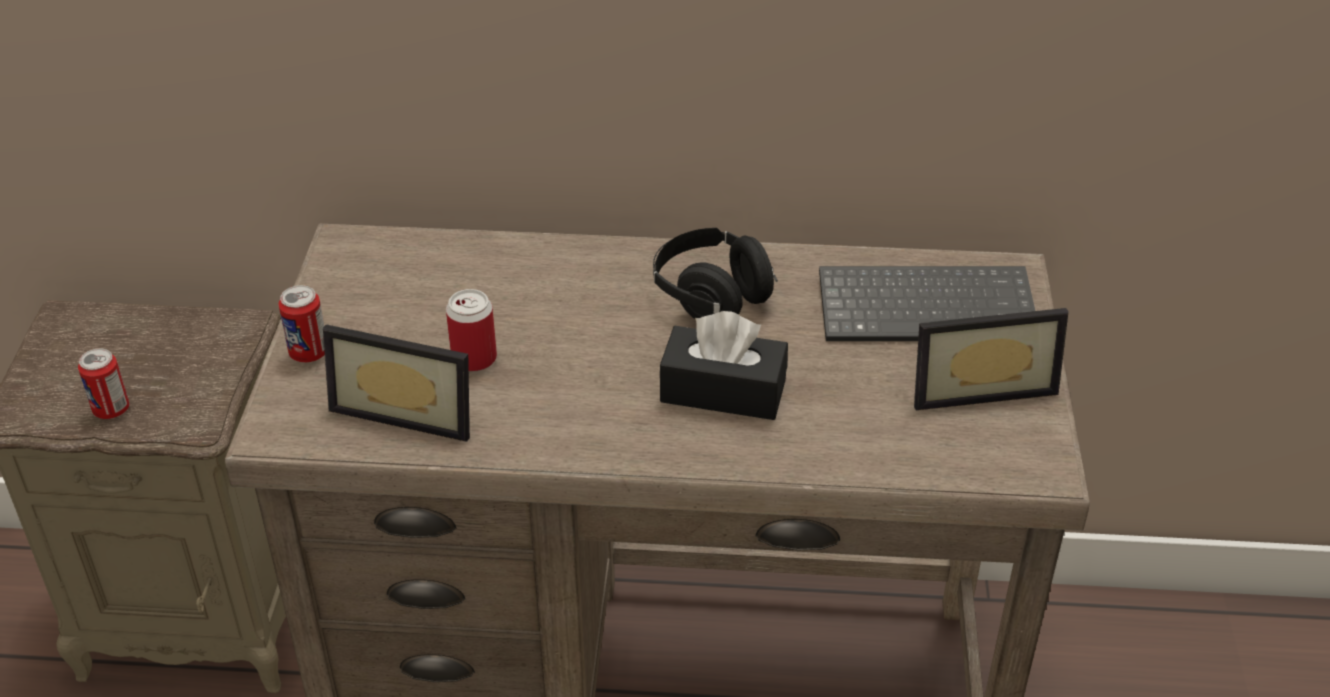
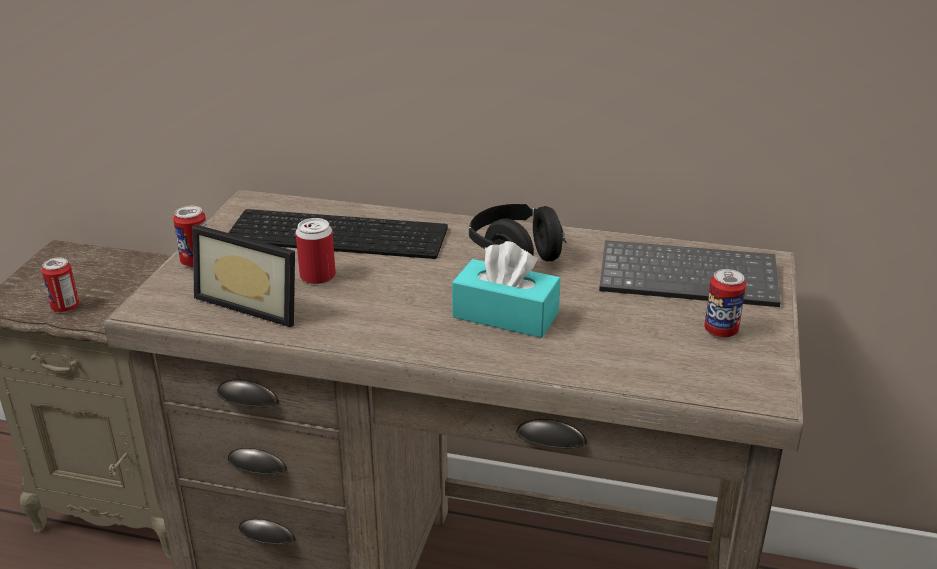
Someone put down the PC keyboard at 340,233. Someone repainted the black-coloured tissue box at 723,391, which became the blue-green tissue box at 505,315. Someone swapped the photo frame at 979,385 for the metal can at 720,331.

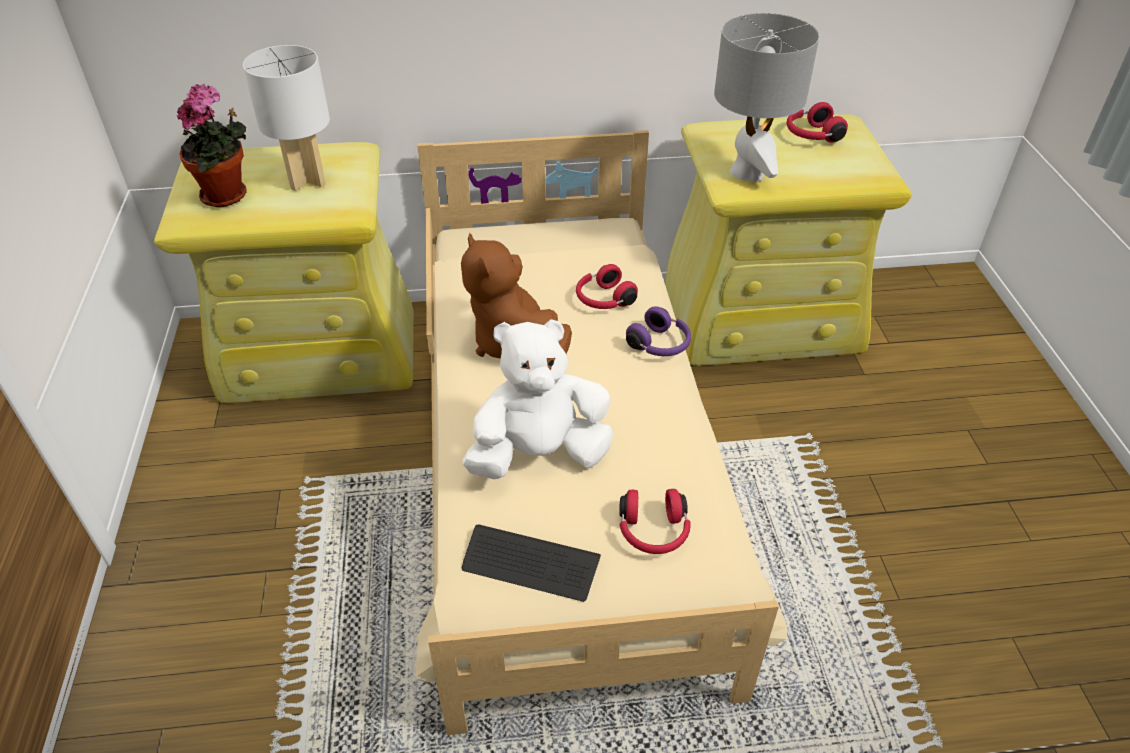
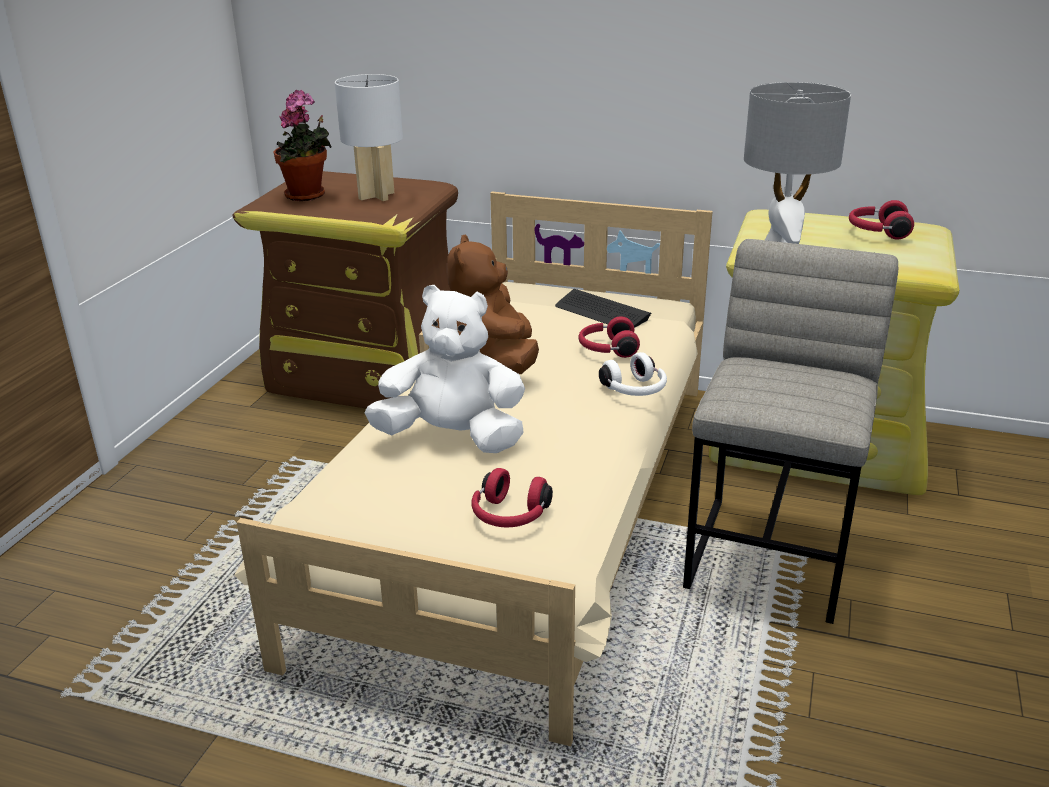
Someone repainted the yellow-coloured bedside table at 321,355, which became the brown bedside table at 371,378. Someone carried the PC keyboard from 530,564 to 601,312. Someone repainted the purple-coloured headphones at 660,345, which became the white headphones at 635,390. Someone put down the greyish chair at 770,554.

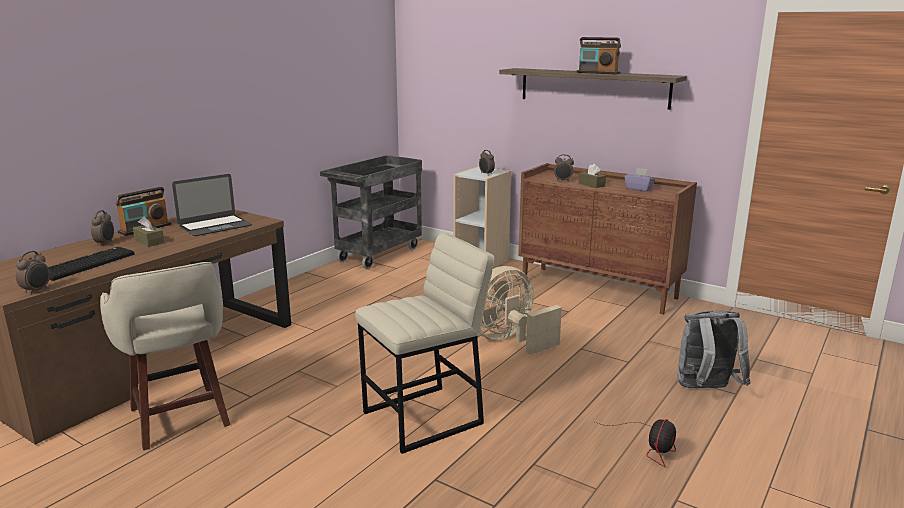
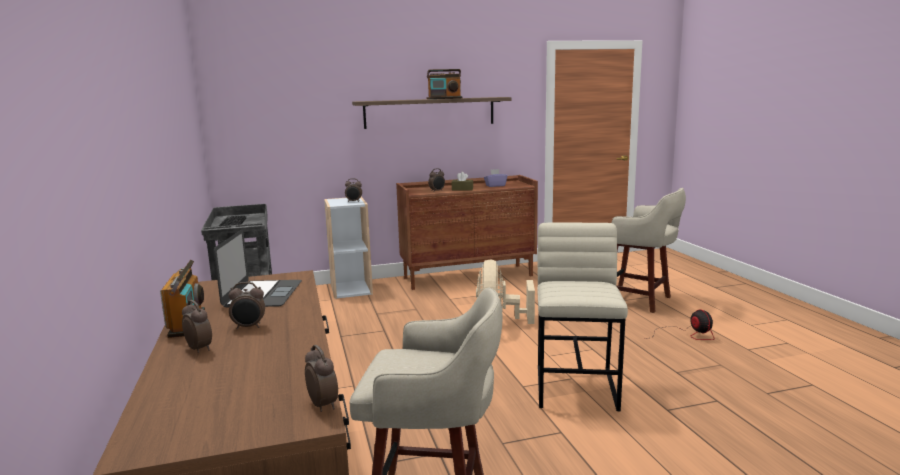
Someone swapped the brown tissue box at 149,241 for the bedside clock at 249,327. Someone swapped the greyish knapsack at 706,389 for the beige-coloured stool at 638,300. Someone took away the PC keyboard at 87,264.

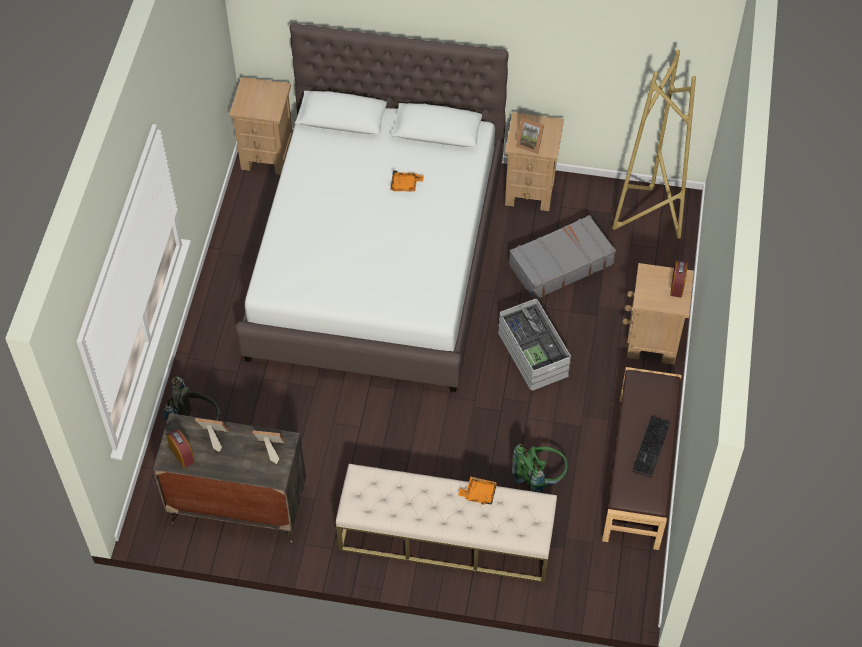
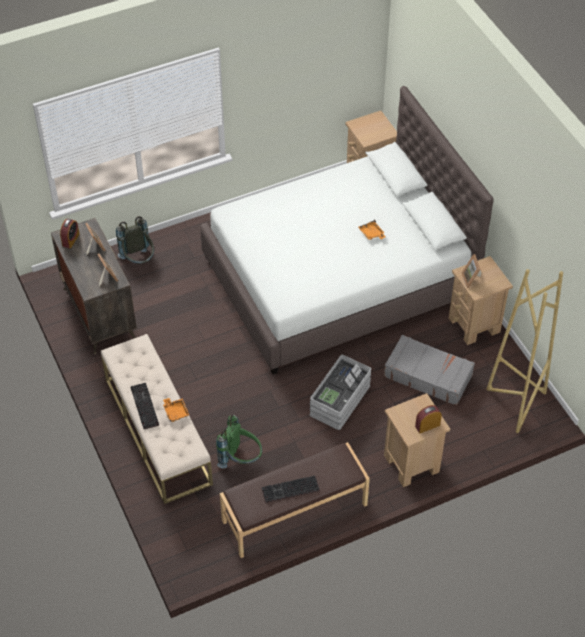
Someone put down the PC keyboard at 143,406.

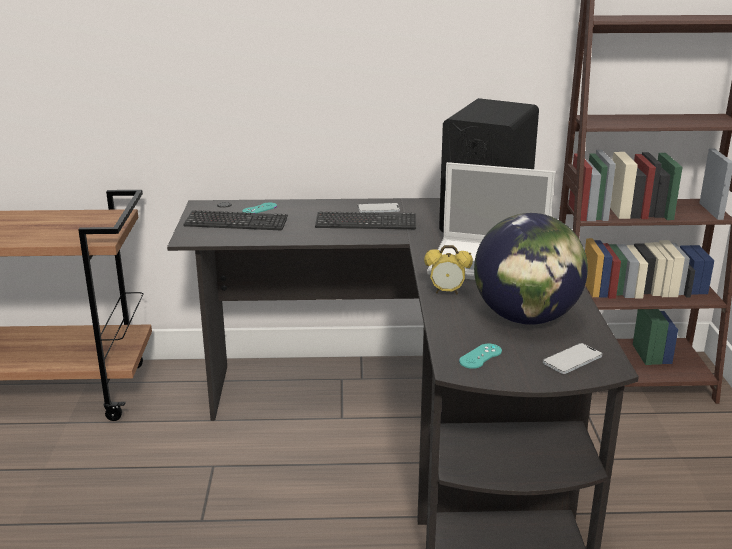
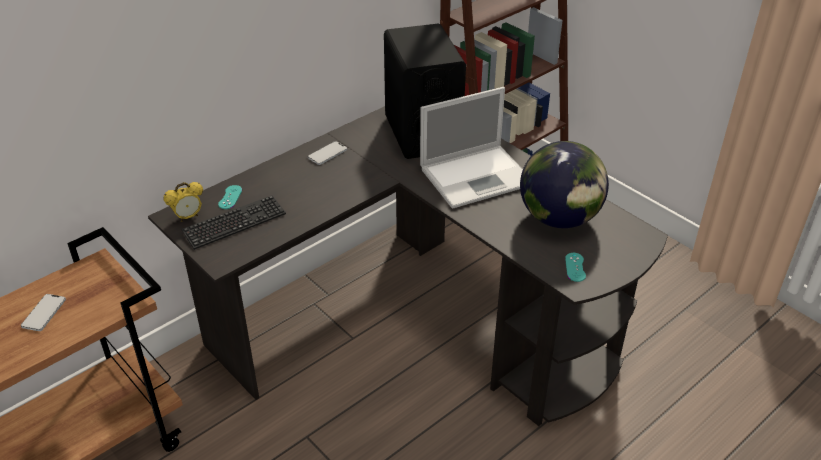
Someone carried the telephone from 572,360 to 44,313. Someone carried the bedside clock from 447,292 to 188,217. Someone took away the PC keyboard at 366,223.

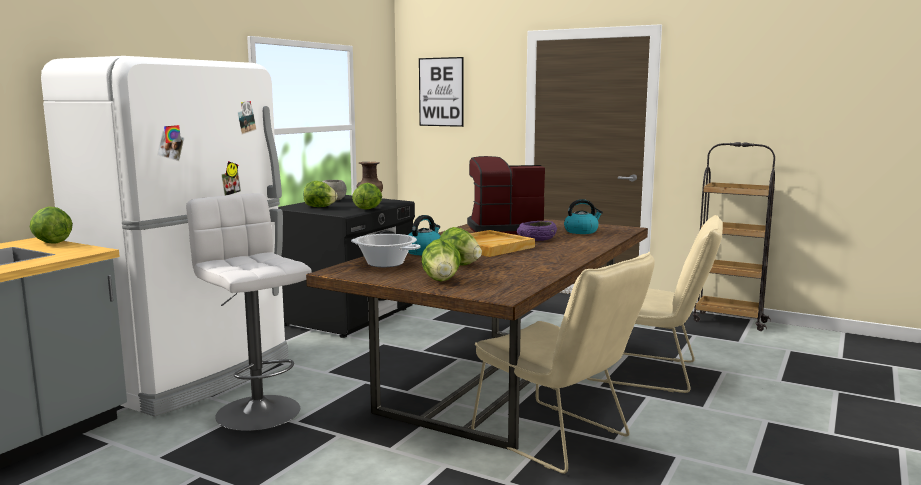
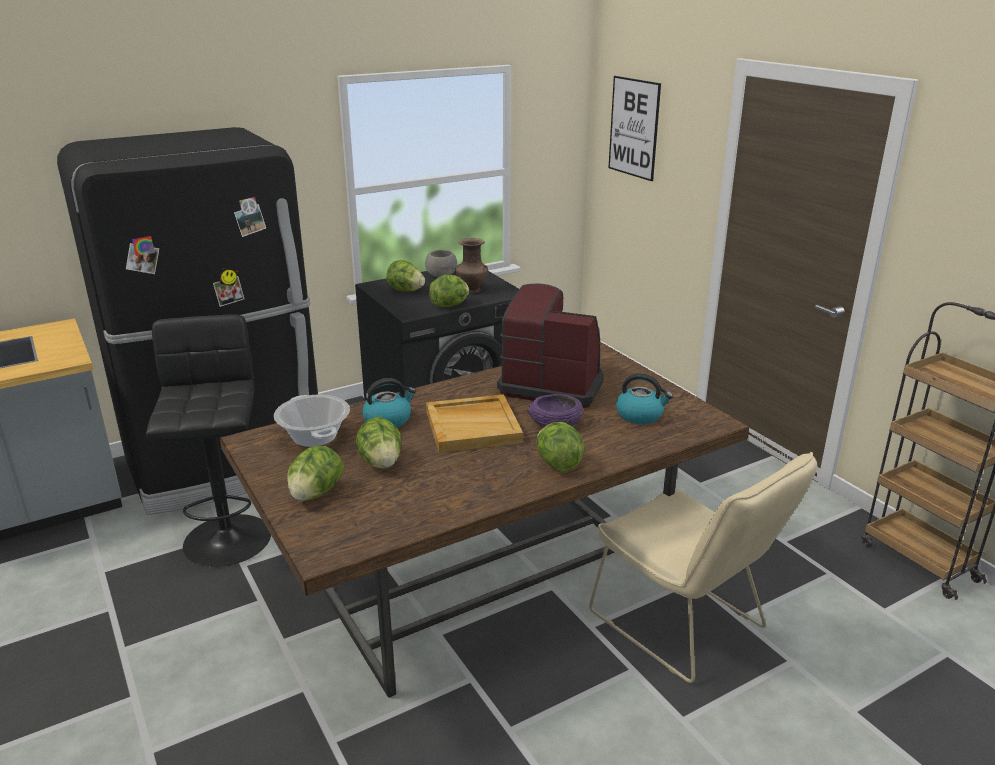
Someone repainted the white kitchen fridge at 192,374, which became the black-coloured kitchen fridge at 228,464. Someone repainted the white stool at 259,412, which became the black-coloured stool at 228,539. Someone carried the head of lettuce from 51,243 to 558,464. Someone took away the beige-coloured chair at 558,439.

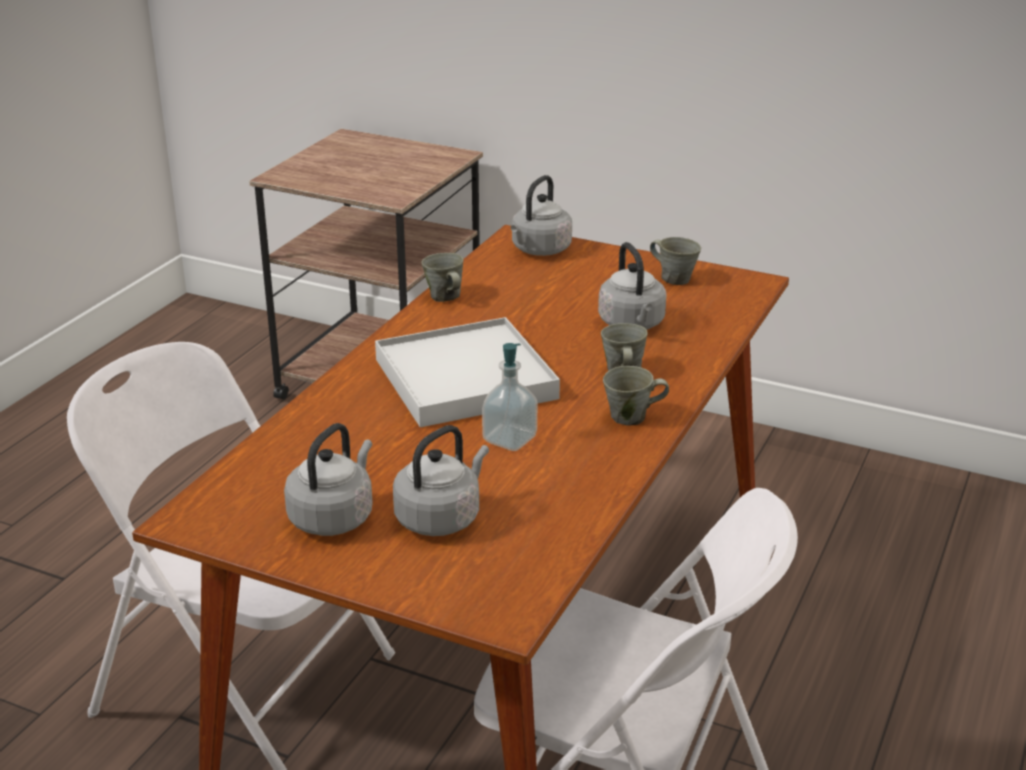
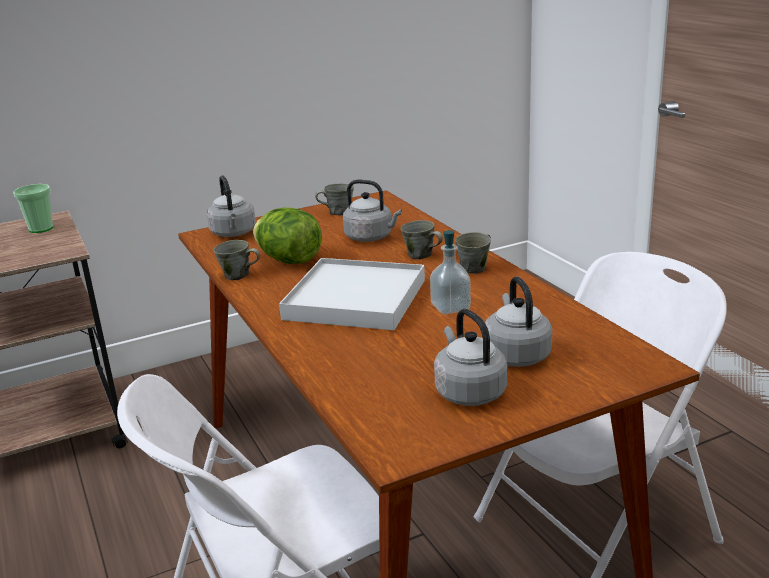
Someone put down the drinking cup at 41,229. Someone put down the head of lettuce at 289,260.

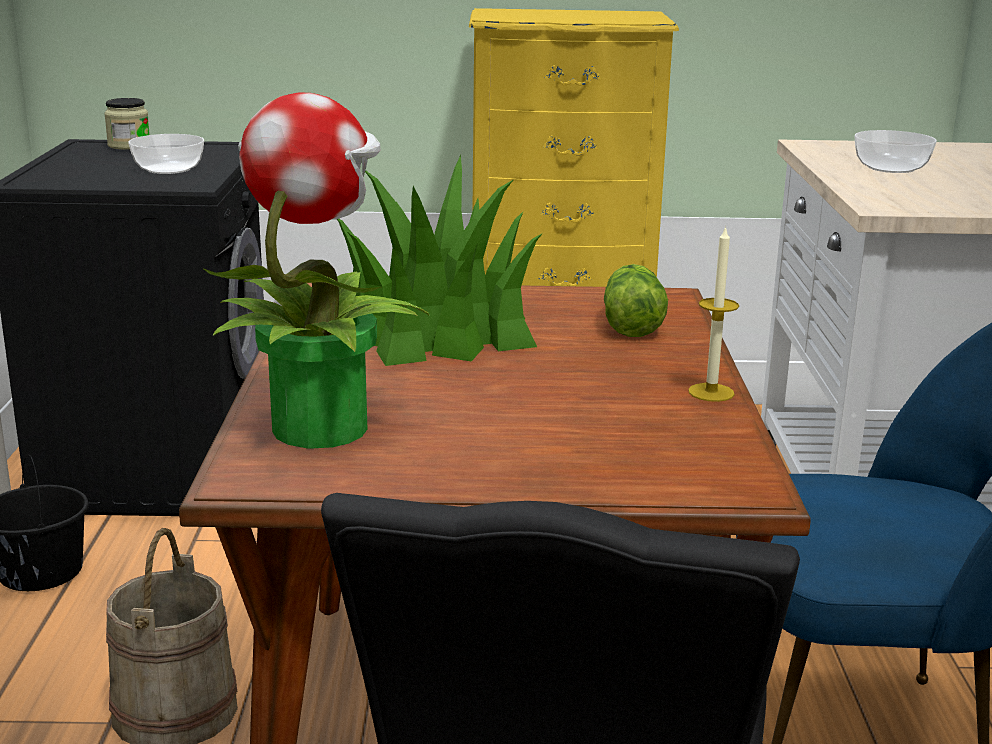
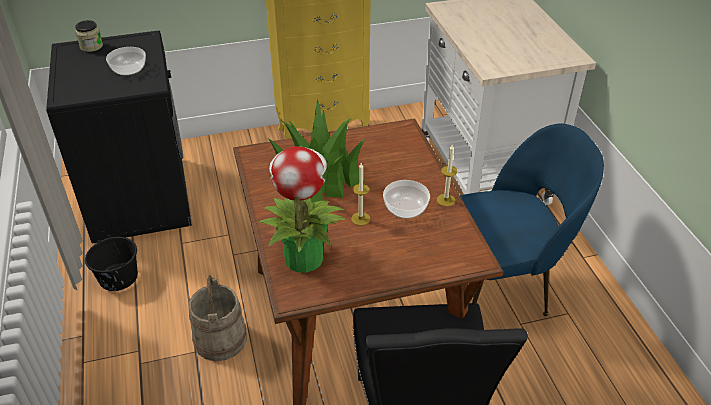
Someone put down the wax candle at 360,218. Someone carried the serving bowl from 892,168 to 406,208. Someone took away the head of lettuce at 632,323.

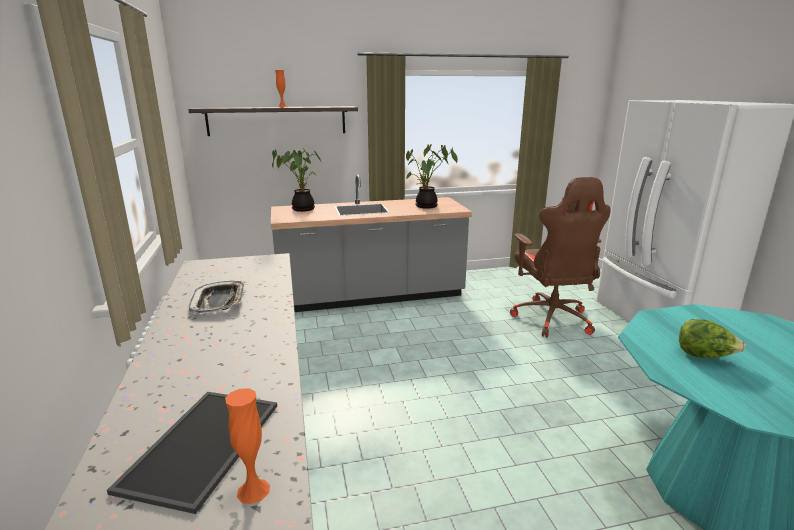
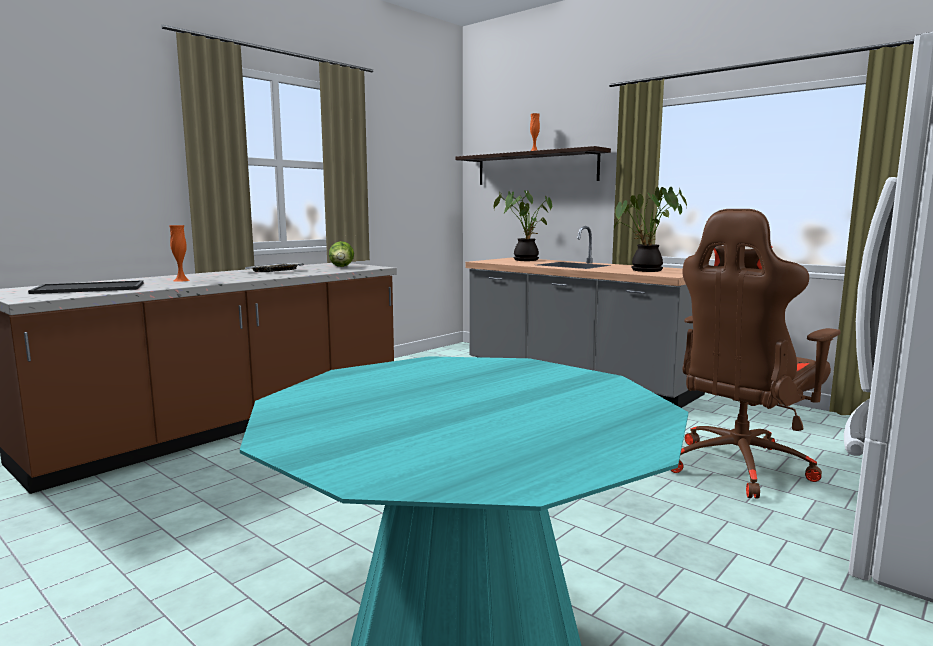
Someone carried the orange flower vase from 253,490 to 181,280. Someone carried the head of lettuce from 704,356 to 342,267.

